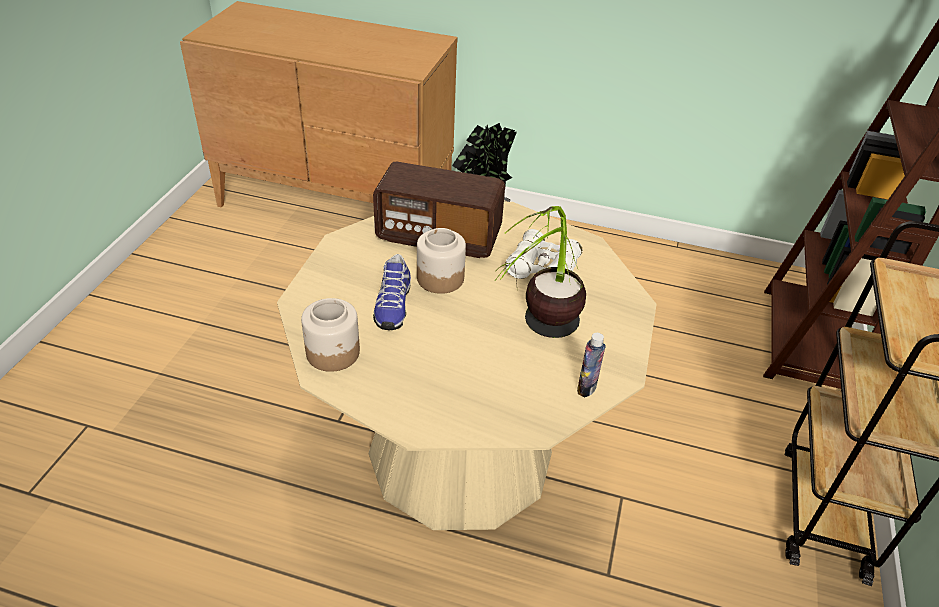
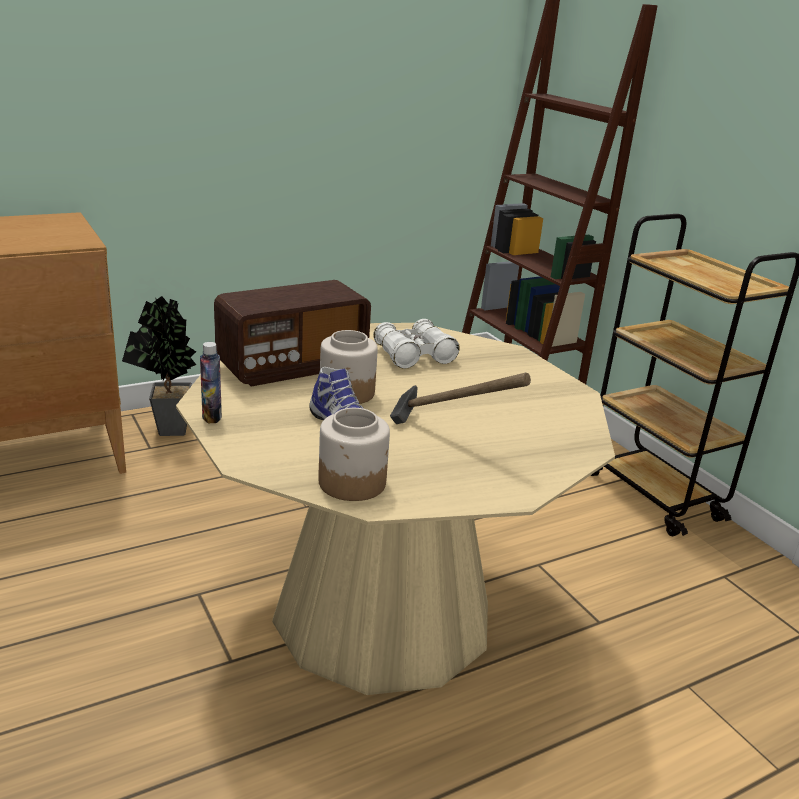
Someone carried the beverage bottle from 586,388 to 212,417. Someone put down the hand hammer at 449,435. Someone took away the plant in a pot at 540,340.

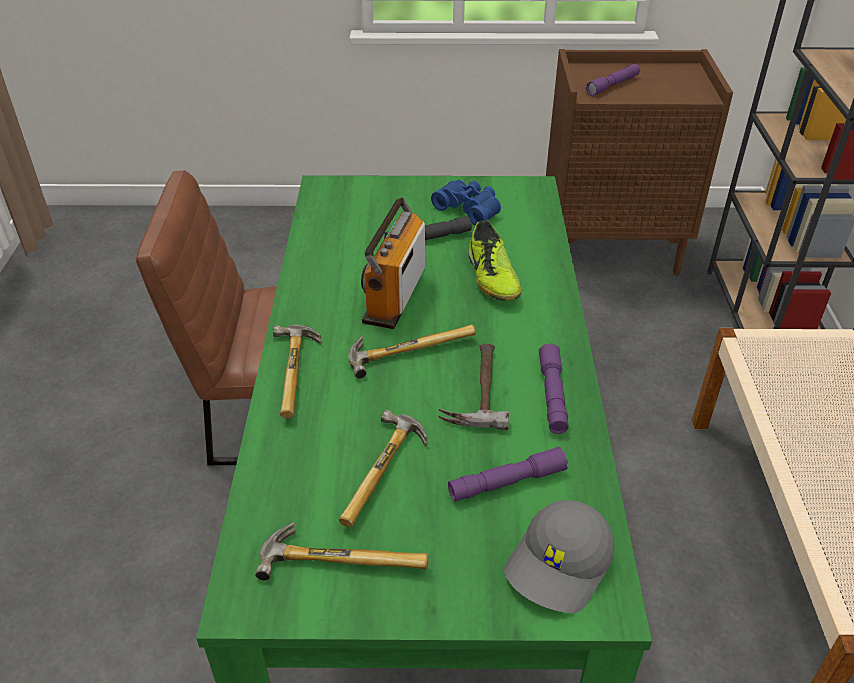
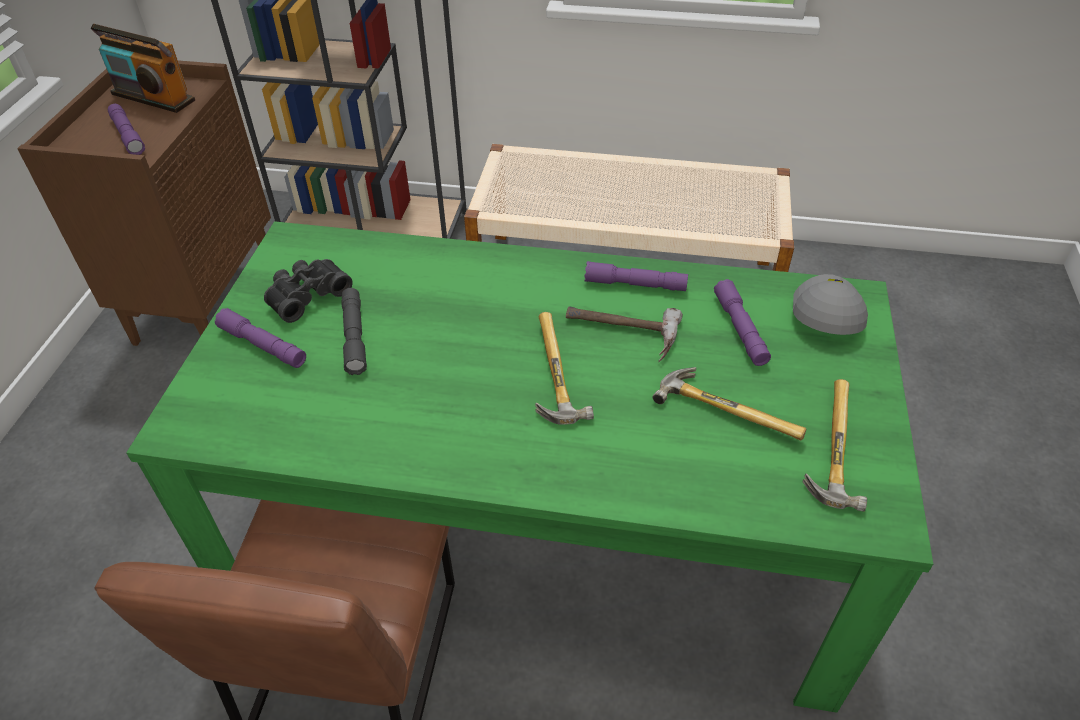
Someone carried the radio from 394,295 to 153,97. Someone put down the purple-coloured flashlight at 263,345. Someone repainted the blue binoculars at 469,208, which became the black-coloured binoculars at 306,295. Someone rotated the greyish cap at 560,565 by 120 degrees counterclockwise. Someone took away the hand hammer at 299,374. Someone took away the shoe at 492,277.

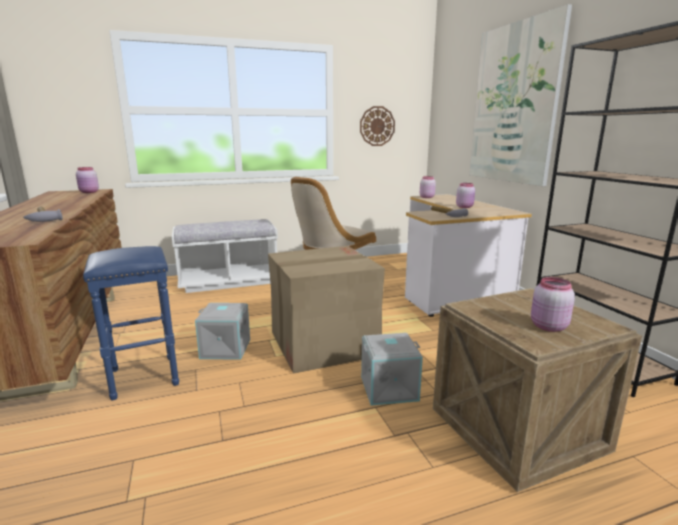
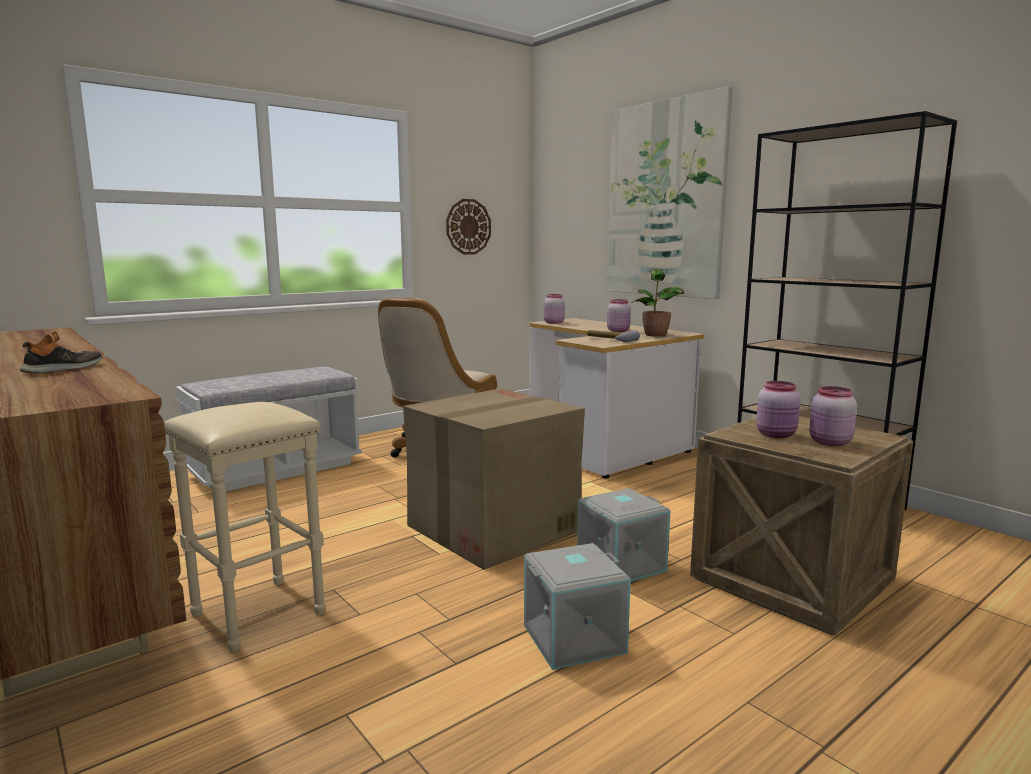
Someone swapped the hand hammer at 42,218 for the shoe at 64,369. Someone repainted the blue stool at 146,377, which became the beige-coloured stool at 261,613. Someone carried the greyish storage bin from 225,349 to 574,640. Someone put down the plant in a pot at 656,335. Someone carried the pinkish storage jar from 89,192 to 777,435.

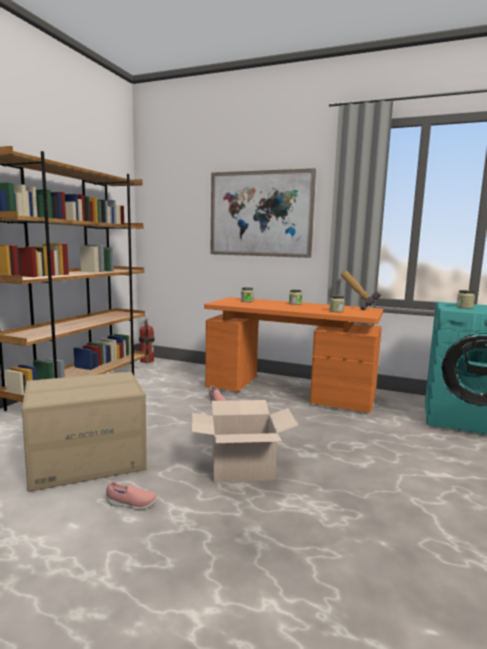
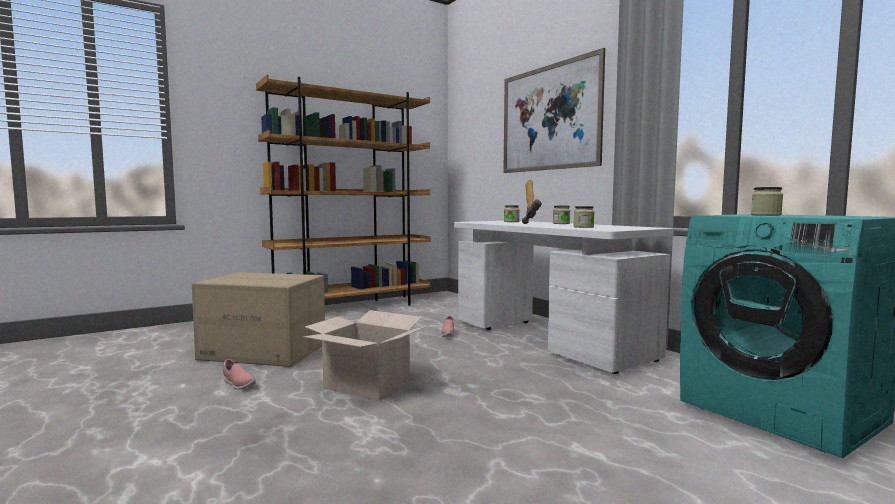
Someone repainted the orange desk unit at 289,392, which became the white desk unit at 547,339. Someone carried the hand hammer from 358,308 to 532,223. Someone took away the fire-fighting cylinder at 147,361.

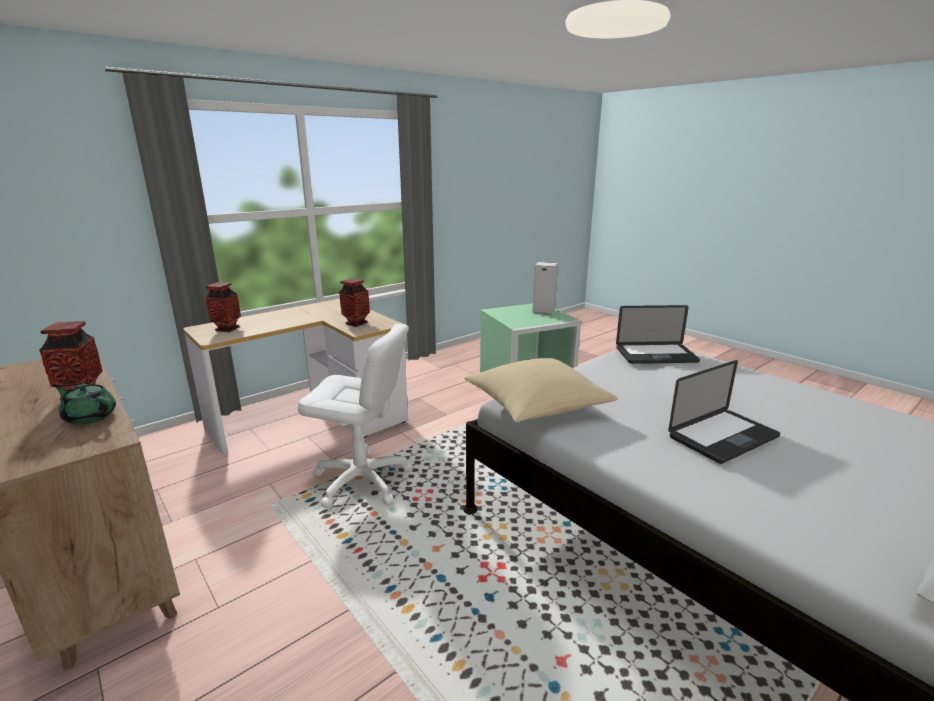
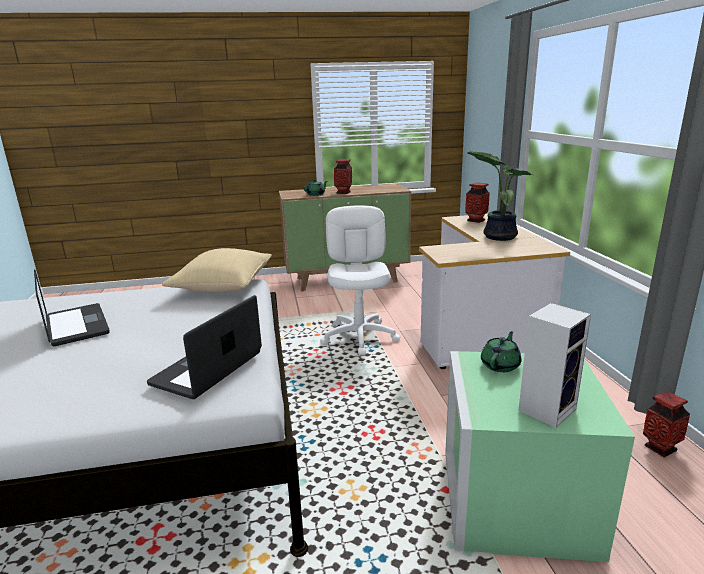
Someone rotated the notebook computer at 723,437 by 150 degrees clockwise. Someone rotated the white office chair at 362,480 by 135 degrees clockwise. Someone put down the plant in a pot at 498,236. Someone put down the green pot for tea at 500,365. Someone carried the flower vase from 356,323 to 660,448.

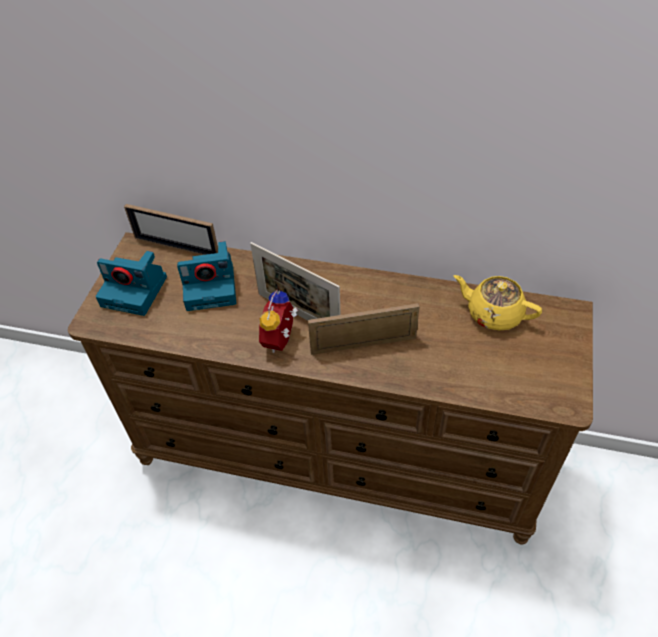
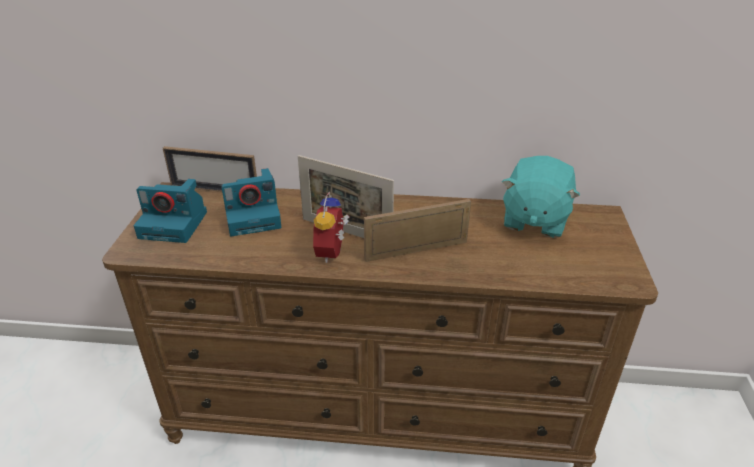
Someone swapped the yellow-coloured pot for tea at 493,314 for the blue-green plush toy at 534,219.

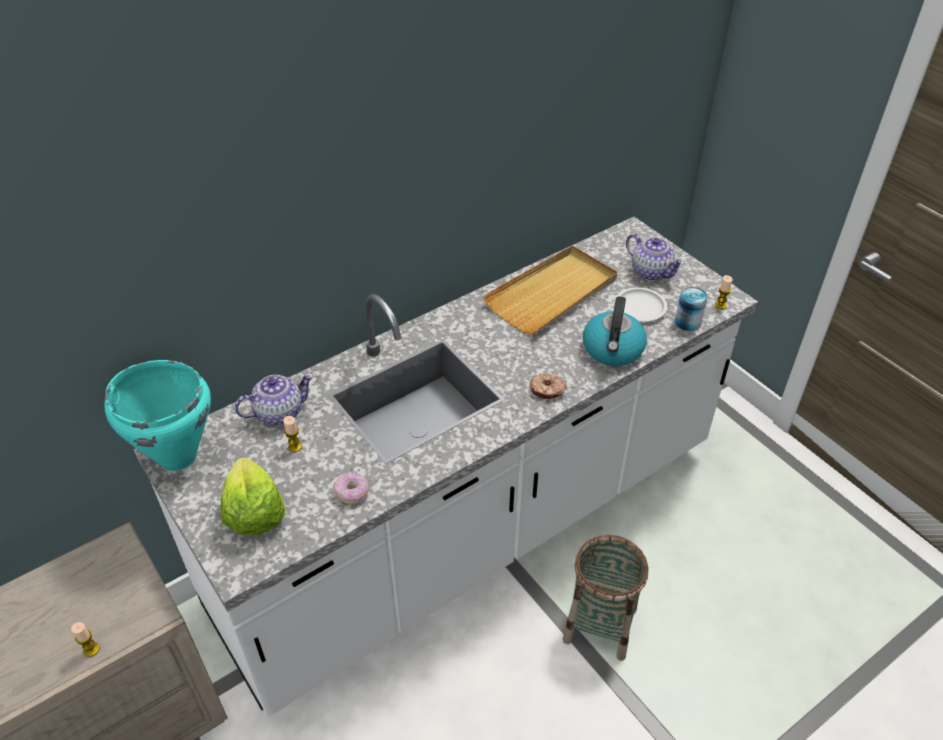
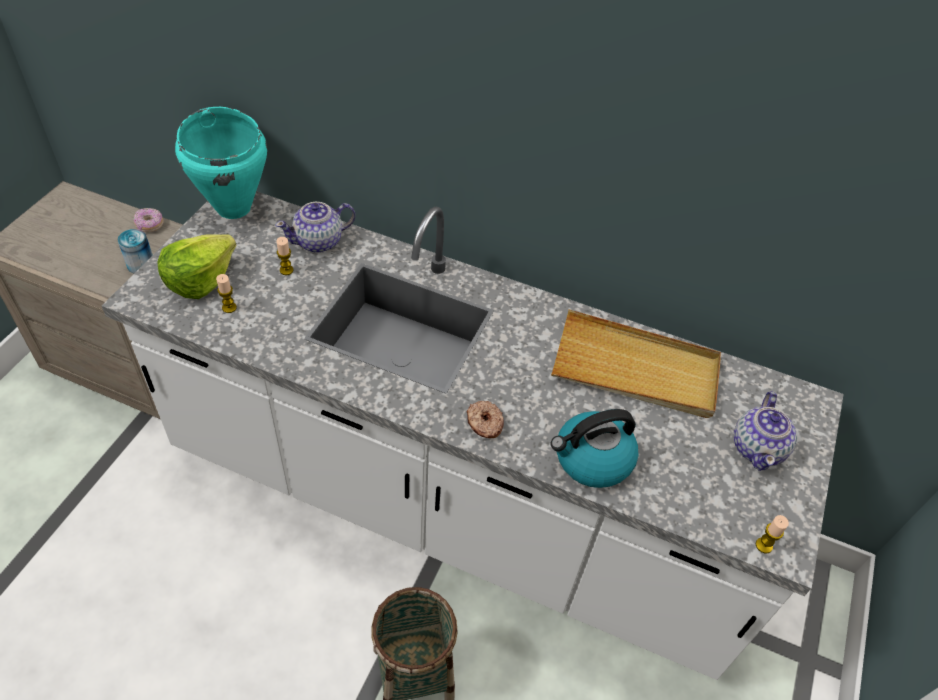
Someone carried the metal can from 687,322 to 141,264. Someone carried the doughnut from 352,493 to 149,225. Someone carried the wax candle from 91,649 to 229,307. Someone rotated the pot for tea at 278,412 by 120 degrees clockwise. Someone took away the white plate at 640,308.

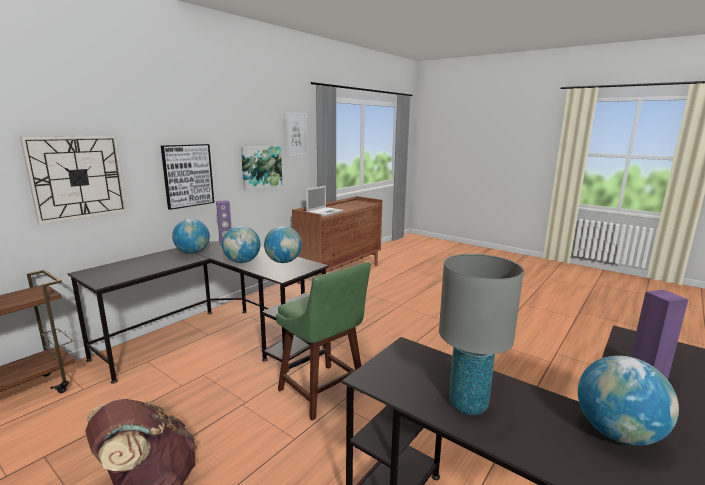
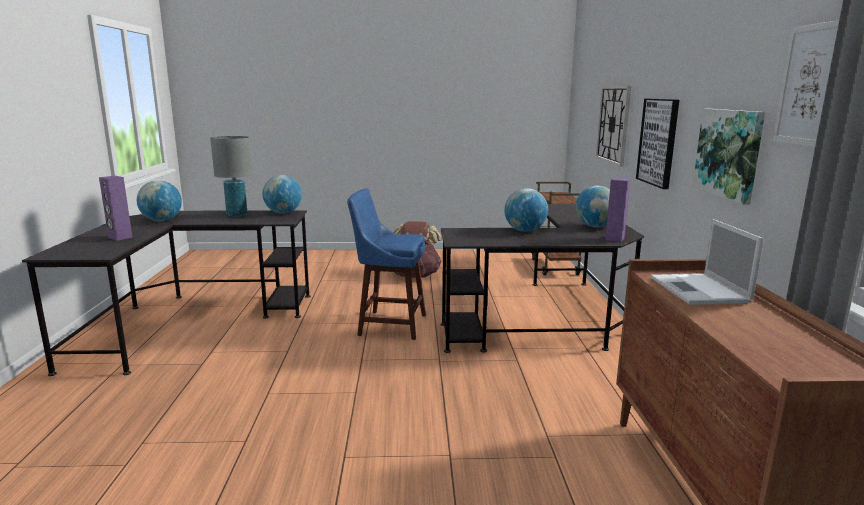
Someone carried the globe from 283,262 to 283,213. Someone repainted the green chair at 324,393, which became the blue chair at 388,324.

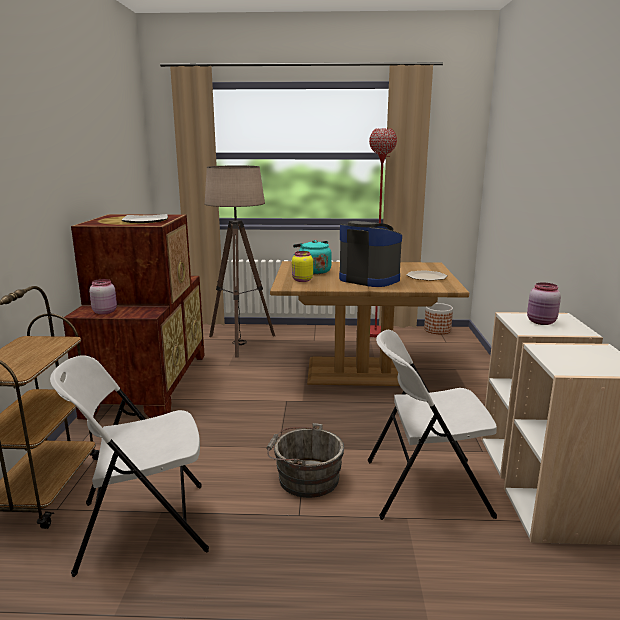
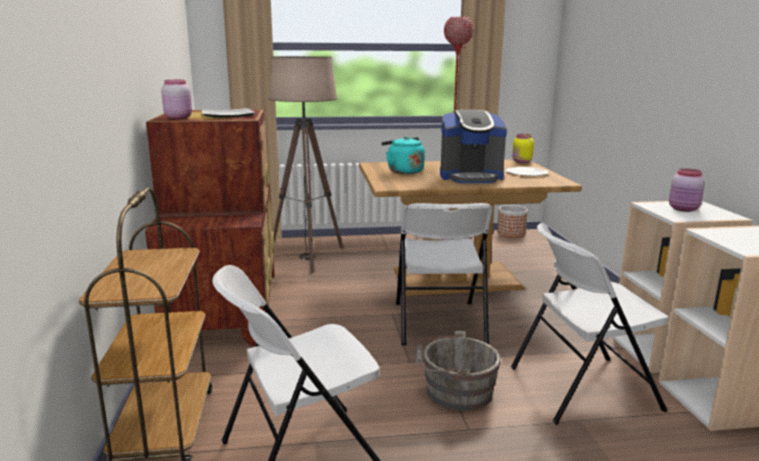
Someone carried the pinkish storage jar from 105,312 to 178,117. Someone put down the white chair at 438,323. Someone rotated the coffee machine at 369,279 by 150 degrees clockwise. Someone carried the yellow-coloured storage jar from 302,280 to 521,161.

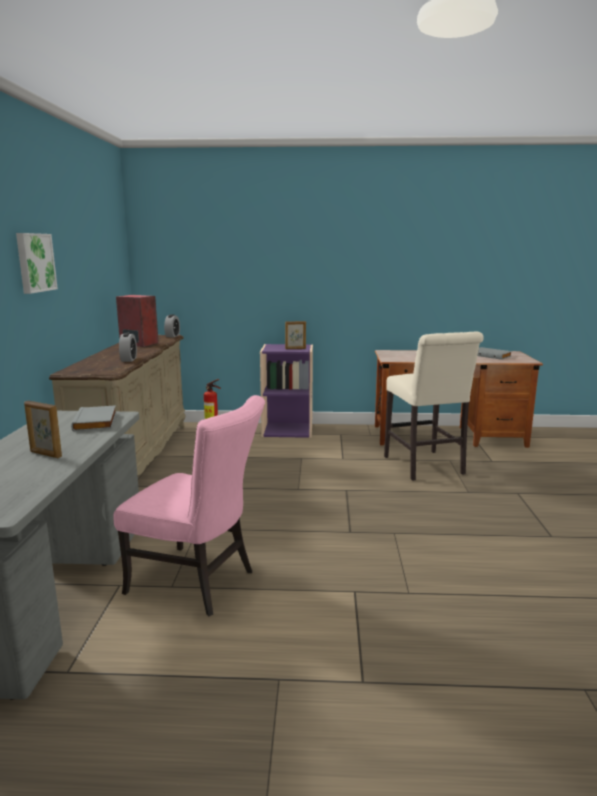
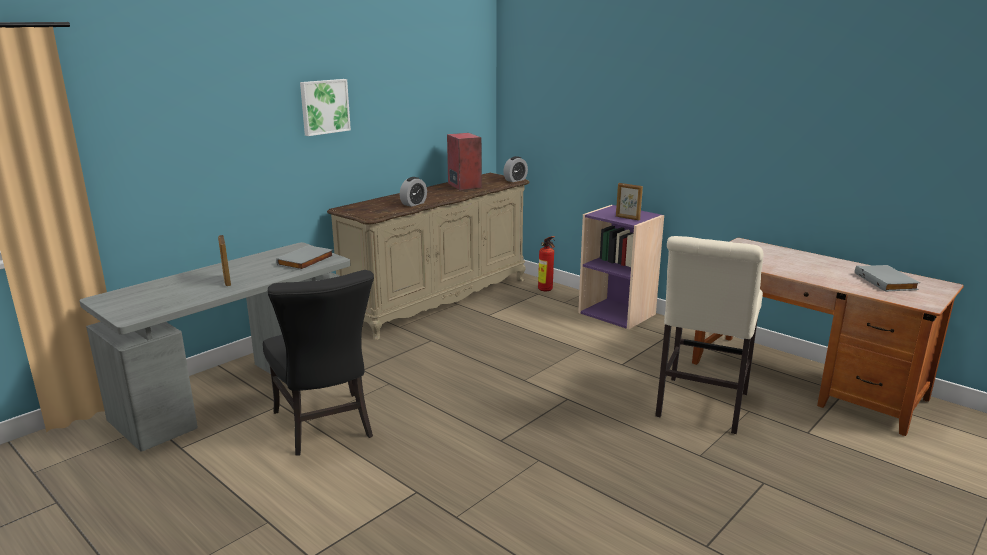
Someone repainted the pinkish chair at 198,582, which became the black-coloured chair at 326,427.

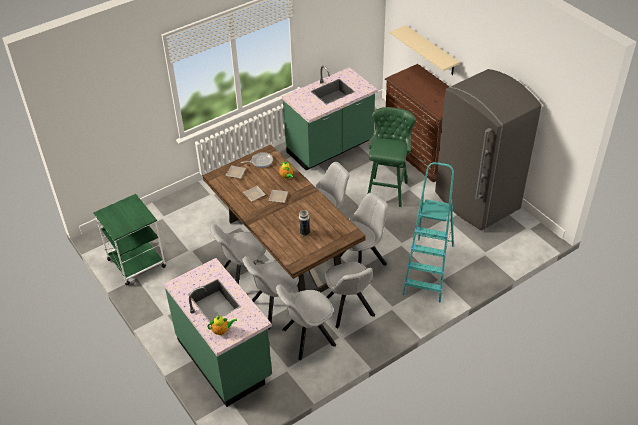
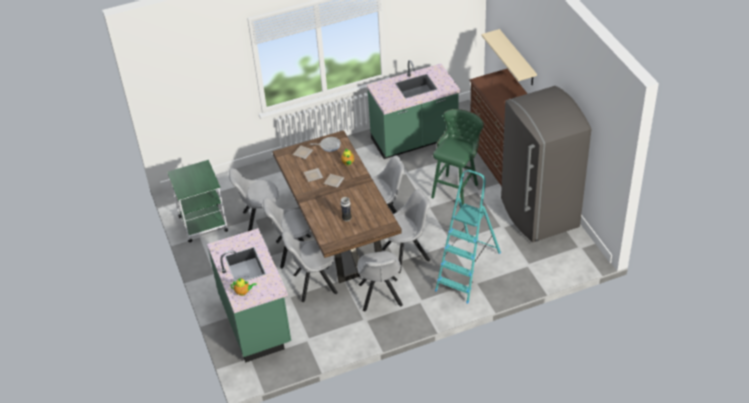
Someone carried the greyish chair from 307,338 to 260,221.

